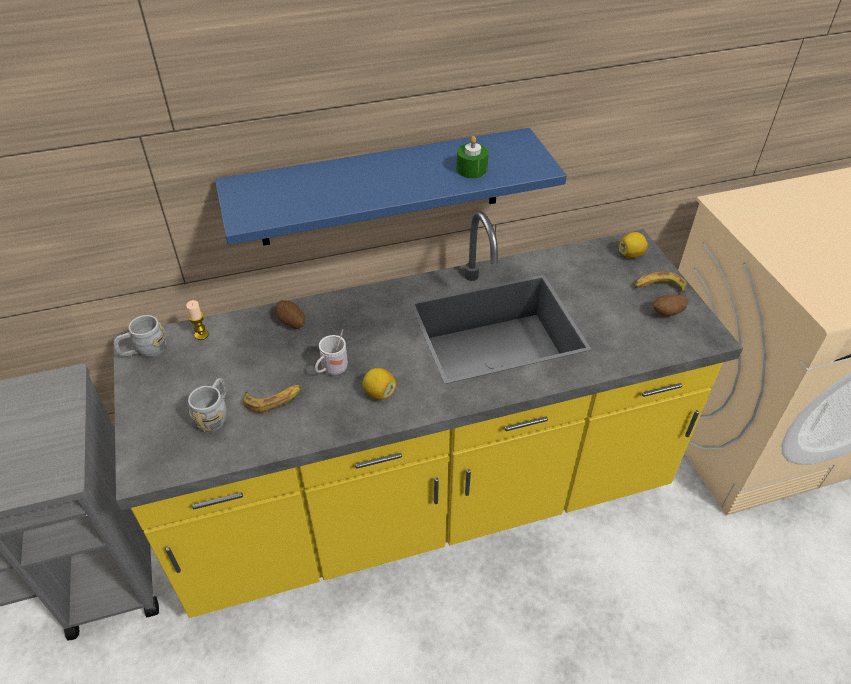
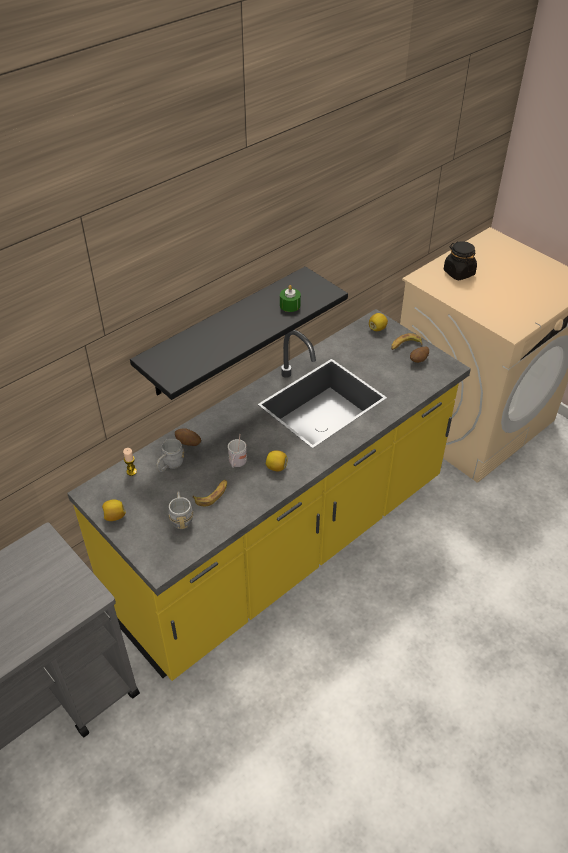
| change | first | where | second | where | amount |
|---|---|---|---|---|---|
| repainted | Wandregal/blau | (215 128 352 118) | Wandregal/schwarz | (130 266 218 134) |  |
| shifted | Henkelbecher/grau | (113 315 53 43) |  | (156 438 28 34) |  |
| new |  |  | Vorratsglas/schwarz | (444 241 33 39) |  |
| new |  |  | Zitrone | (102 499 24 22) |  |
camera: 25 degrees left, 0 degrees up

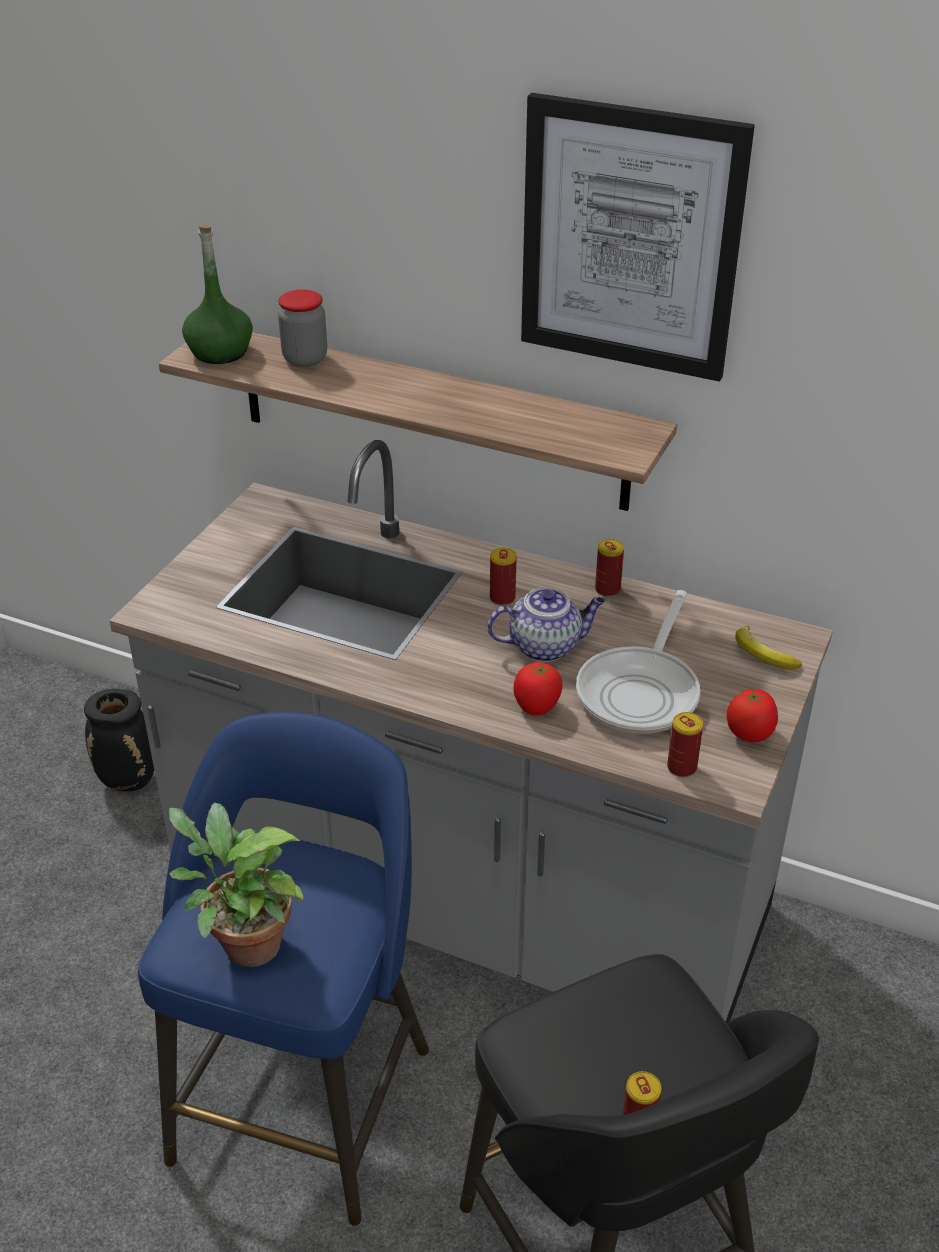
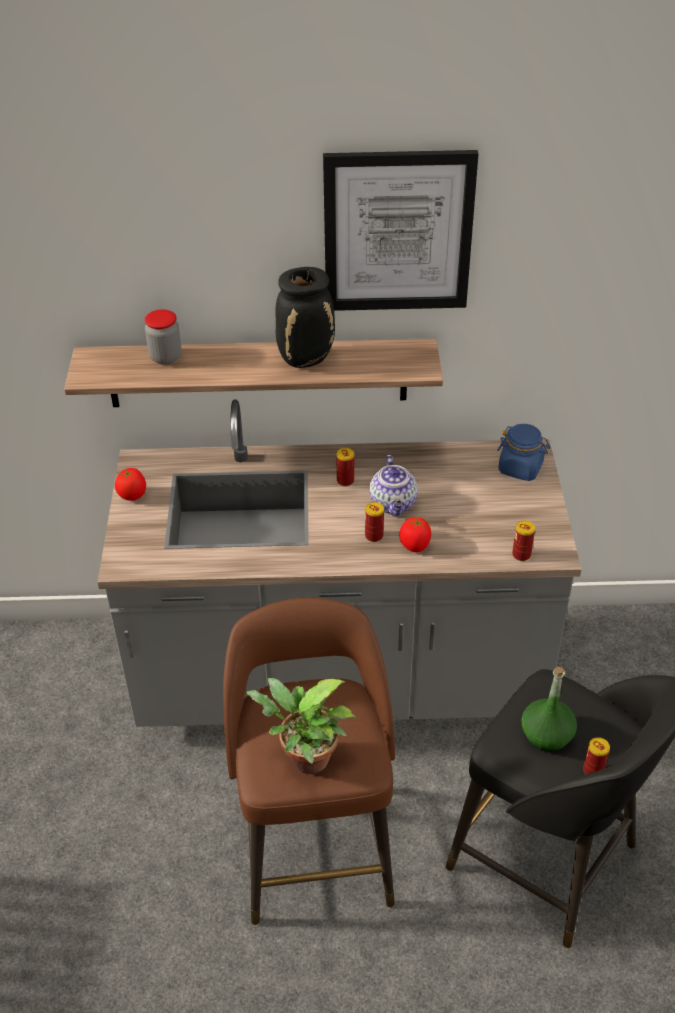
| change | first | where | second | where | amount |
|---|---|---|---|---|---|
| shifted | Flasche/grün | (182 225 71 139) |  | (521 667 56 85) |  |
| shifted | Dose | (595 539 29 58) |  | (365 502 19 40) |  |
| rotated | Teekanne | (487 588 118 74) |  | (369 455 49 62) | 120 degrees clockwise |
| gone | Pfanne | (576 590 124 144) |  |  |  |
| swapped | Banane | (735 625 67 45) | Vorratsglas/blau | (497 424 53 57) |  |
| shifted | Tomate | (727 687 51 55) |  | (115 468 31 33) |  |
| shifted | Vase/schwarz | (84 689 70 103) |  | (275 267 60 101) |  |
| repainted | Hocker/blau | (138 712 291 514) | Hocker/braun | (223 597 172 328) |  |
camera: 25 degrees left, 5 degrees up

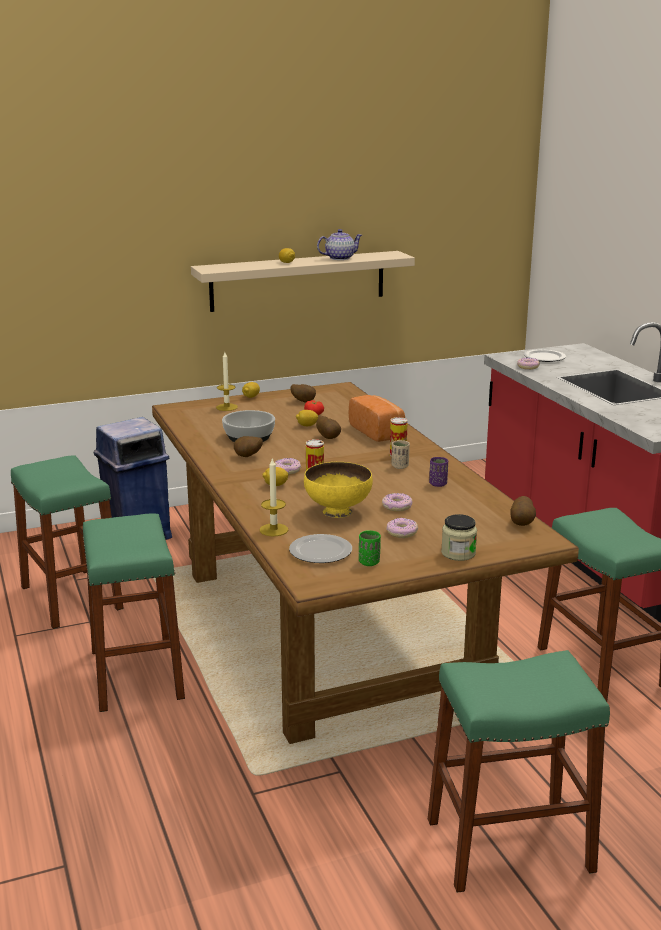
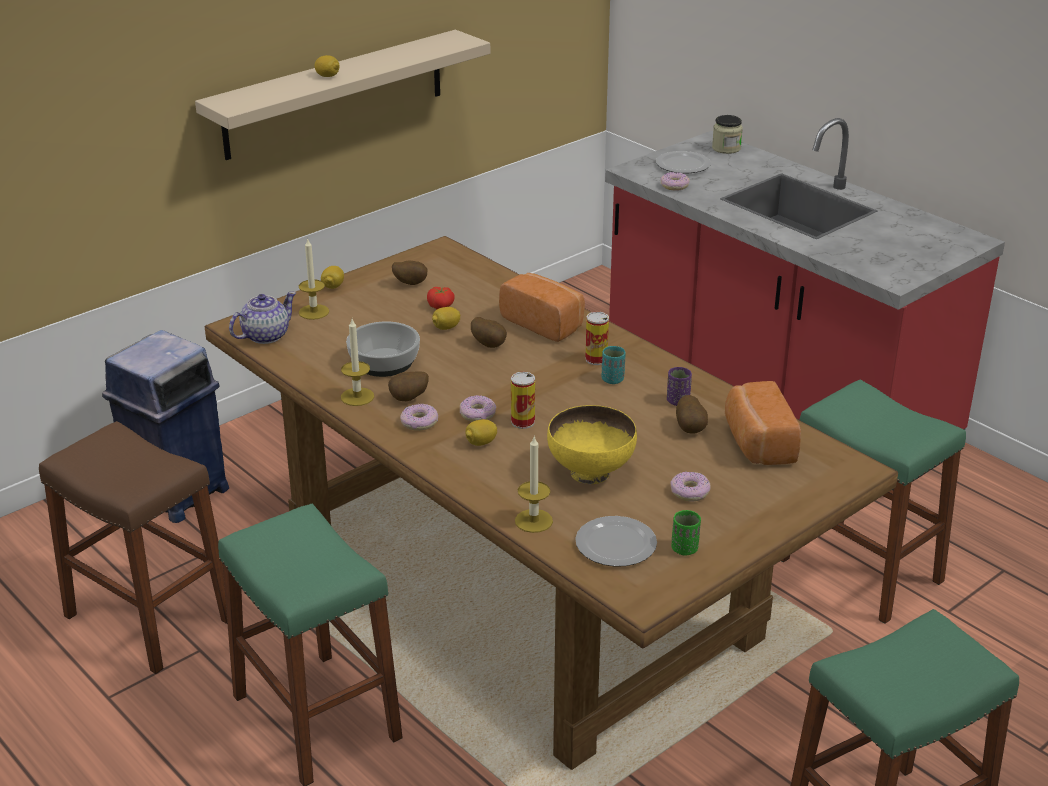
| change | first | where | second | where | amount |
|---|---|---|---|---|---|
| shifted | Teekanne | (317 229 45 31) |  | (229 291 67 53) |  |
| repainted | Tasse/beige | (391 440 19 29) | Tasse/türkis | (602 346 24 38) |  |
| repainted | Hocker/grün | (11 456 112 173) | Hocker/braun | (39 421 188 253) |  |
| shifted | Donut | (382 493 31 18) |  | (400 404 38 27) |  |
| shifted | Kartoffel | (510 496 26 30) |  | (676 395 32 39) |  |
| shifted | Vorratsglas | (441 514 36 47) |  | (712 115 31 39) |  |
| new |  |  | Kerze | (341 319 33 87) |  |
| new |  |  | Brot | (725 381 76 84) |  |
camera: 20 degrees left, 10 degrees up

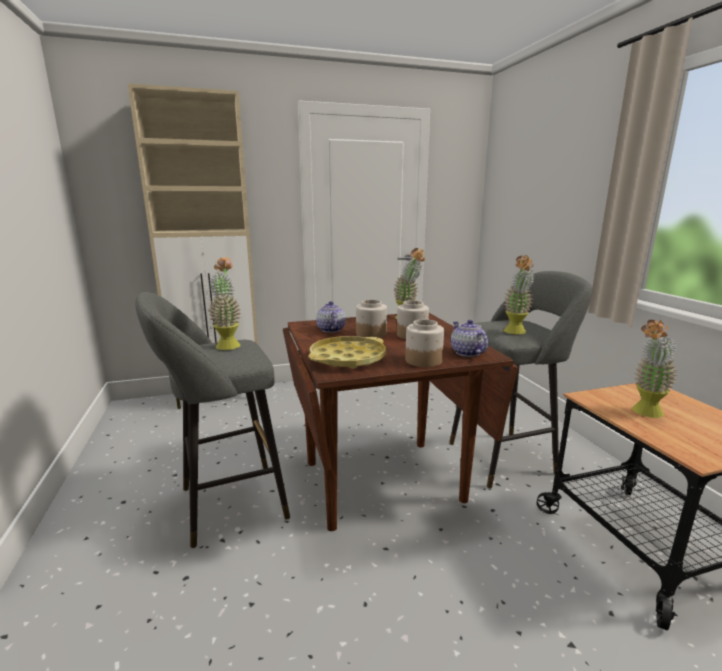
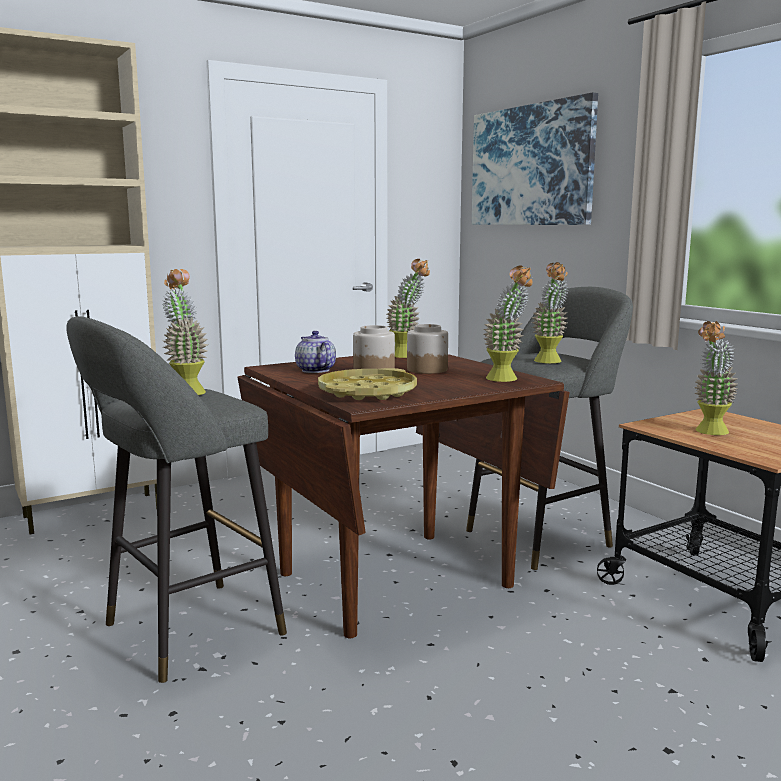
| change | first | where | second | where | amount |
|---|---|---|---|---|---|
| gone | Vorratsglas | (405 319 39 48) |  |  |  |
| swapped | Teekanne | (451 320 37 37) | Topfpflanze | (484 265 49 117) |  |
| new |  |  | Bild | (472 92 126 133) |  |
camera: 15 degrees left, 5 degrees down

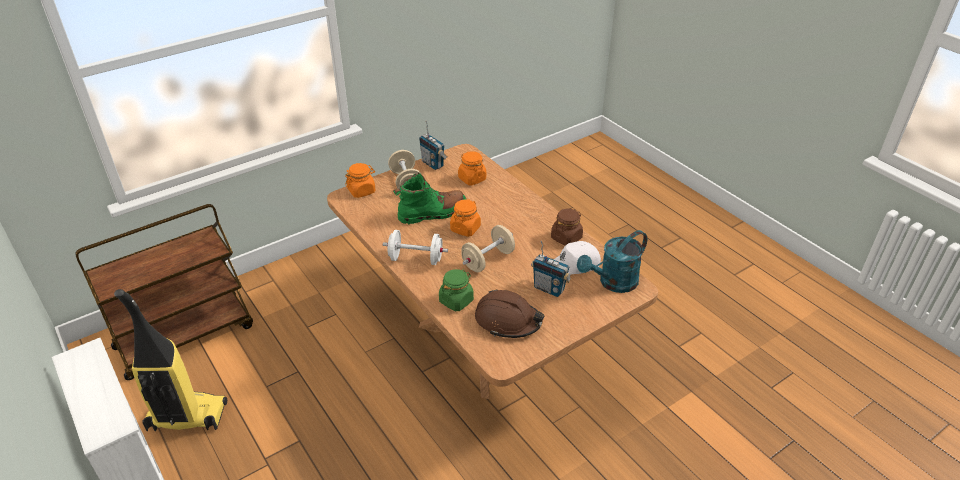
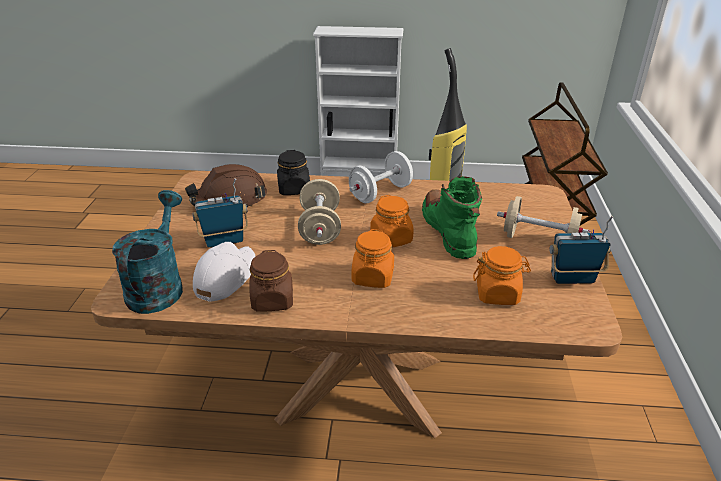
| change | first | where | second | where | amount |
|---|---|---|---|---|---|
| shifted | Vorratsglas/orange | (345 163 30 35) |  | (351 229 43 59) |  |
| rotated | Stiefel/grün | (393 173 73 52) |  | (422 176 60 83) | 150 degrees clockwise |
| repainted | Vorratsglas/grün | (439 269 35 42) | Vorratsglas/schwarz | (277 150 33 45) |  |
camera: 130 degrees right, 5 degrees down

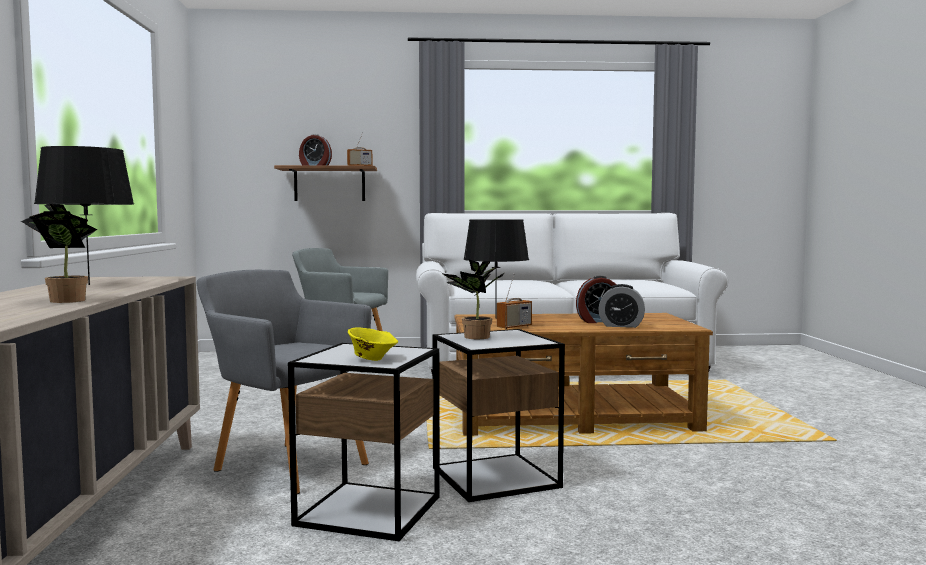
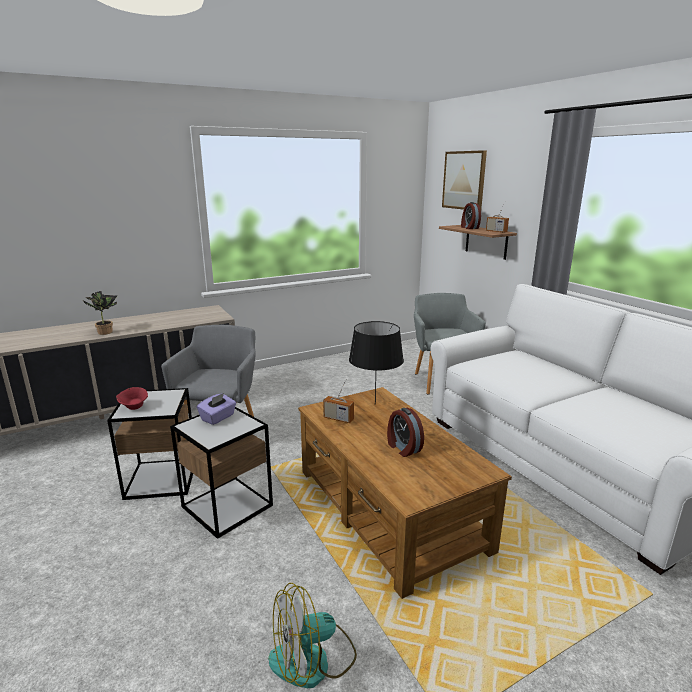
| change | first | where | second | where | amount |
|---|---|---|---|---|---|
| gone | Tischlampe/schwarz | (34 146 100 139) |  |  |  |
| swapped | Topfpflanze | (441 259 63 80) | Taschentuchbox/lila | (197 393 39 32) |  |
| gone | Wecker | (598 284 47 44) |  |  |  |
| repainted | Schüssel/gelb | (348 328 50 33) | Schüssel/rot | (116 387 32 23) |  |
| new |  |  | Bild | (442 150 45 60) |  |
| new |  |  | Ventilator | (268 583 89 105) |  |
camera: 65 degrees right, 15 degrees up

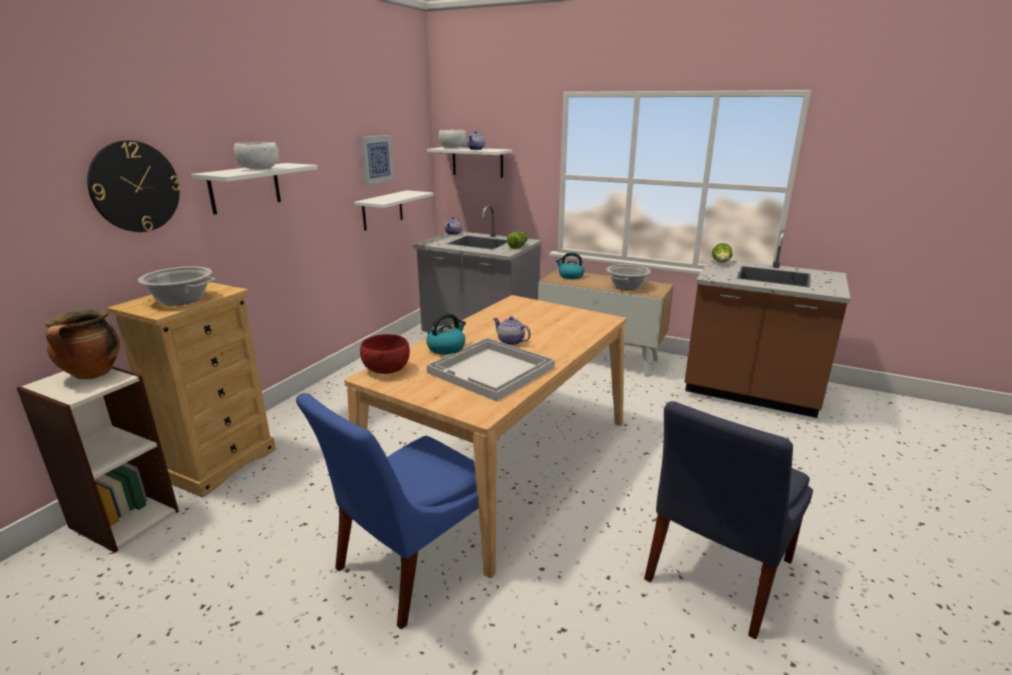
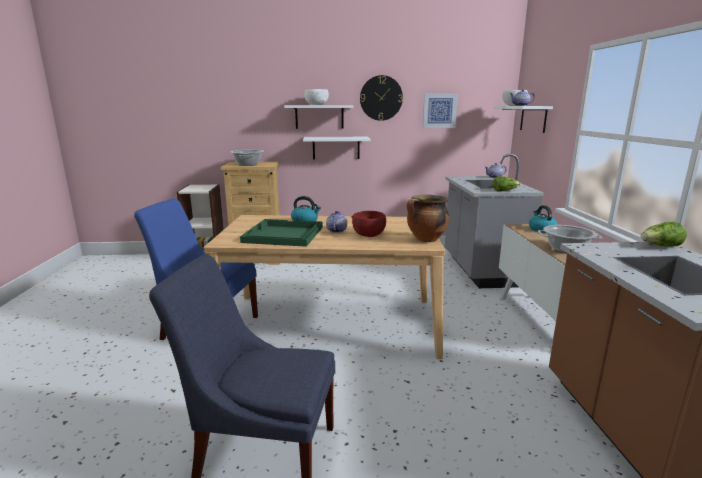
| change | first | where | second | where | amount |
|---|---|---|---|---|---|
| shifted | Wanduhr | (87 140 94 92) |  | (360 75 43 46) |  |
| shifted | Wandregal/weiß | (354 190 80 41) |  | (303 137 68 22) |  |
| shifted | Kochtopf | (45 309 75 70) |  | (407 195 42 47) |  |
| shifted | Schüssel/rot | (360 334 50 40) |  | (351 211 35 26) |  |
| repainted | Tablett/weiß | (427 338 128 63) | Tablett/grün | (240 219 83 28) |  |
camera: 60 degrees right, 5 degrees down

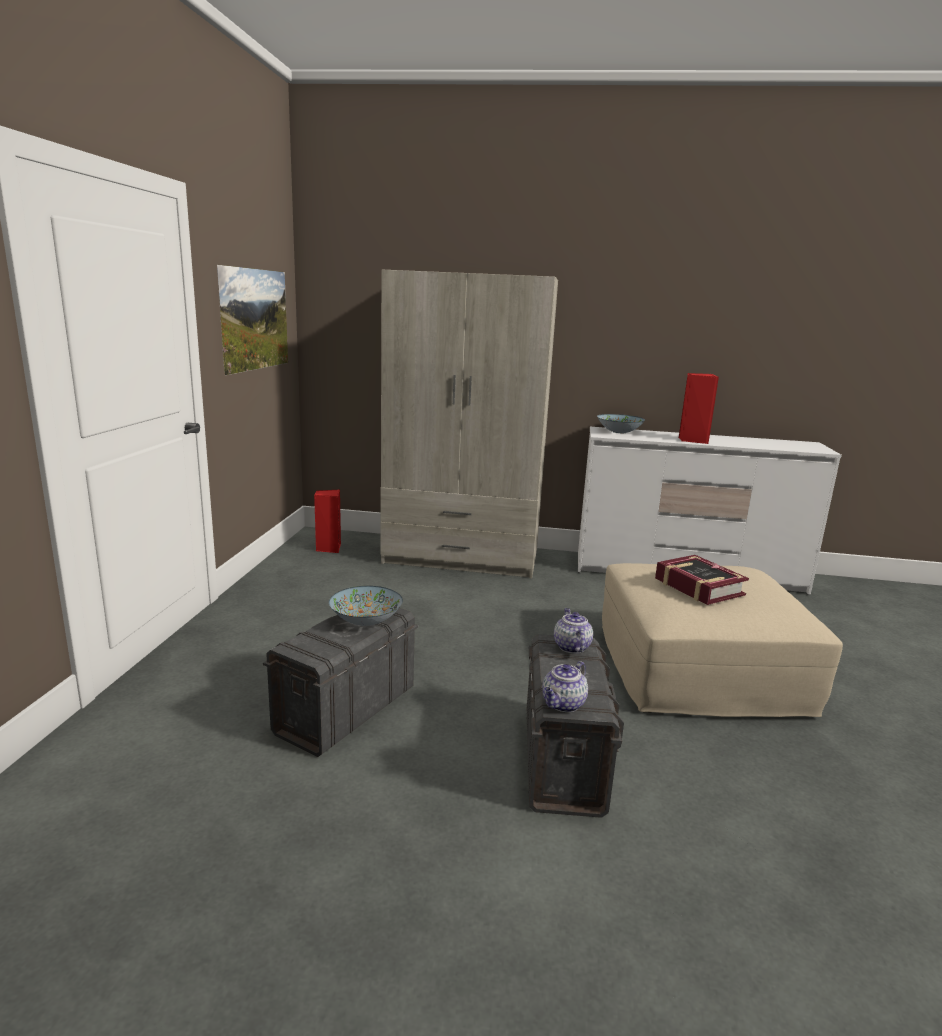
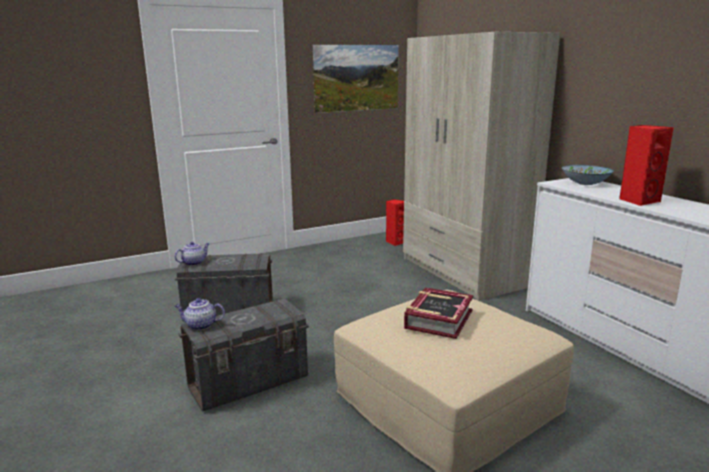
| change | first | where | second | where | amount |
|---|---|---|---|---|---|
| gone | Schüssel | (329 586 74 40) |  |  |  |
| shifted | Teekanne | (554 608 39 45) |  | (174 242 36 24) |  |
camera: 55 degrees right, 0 degrees up

